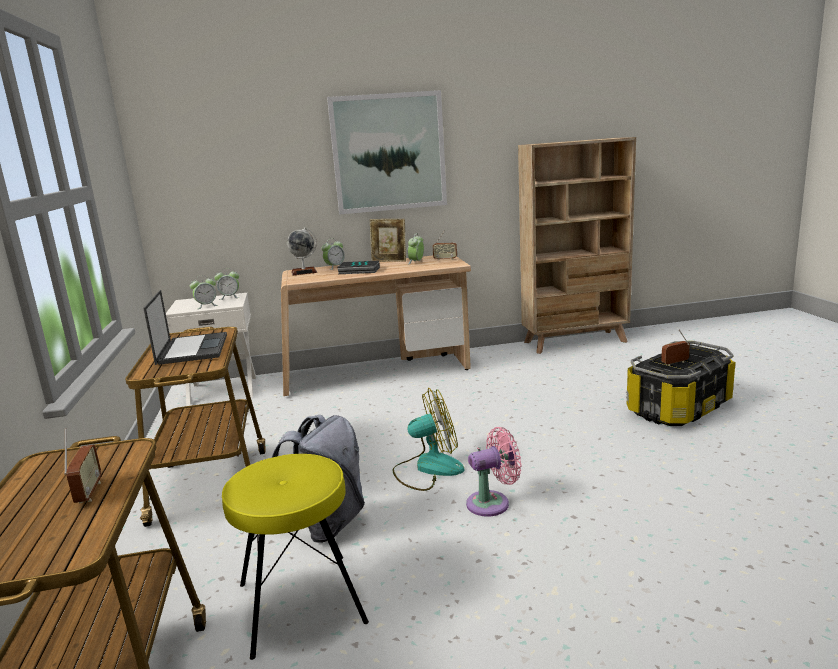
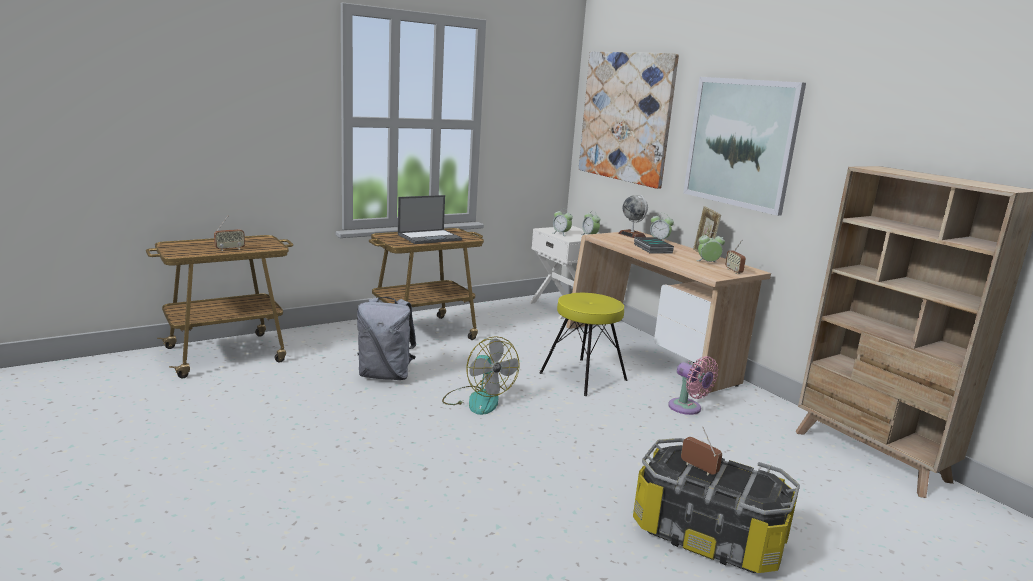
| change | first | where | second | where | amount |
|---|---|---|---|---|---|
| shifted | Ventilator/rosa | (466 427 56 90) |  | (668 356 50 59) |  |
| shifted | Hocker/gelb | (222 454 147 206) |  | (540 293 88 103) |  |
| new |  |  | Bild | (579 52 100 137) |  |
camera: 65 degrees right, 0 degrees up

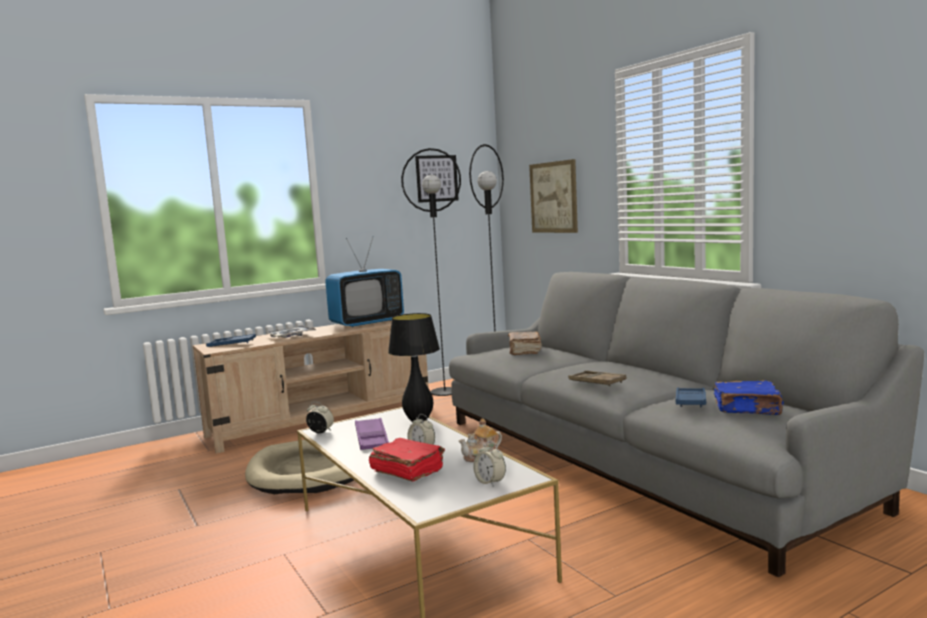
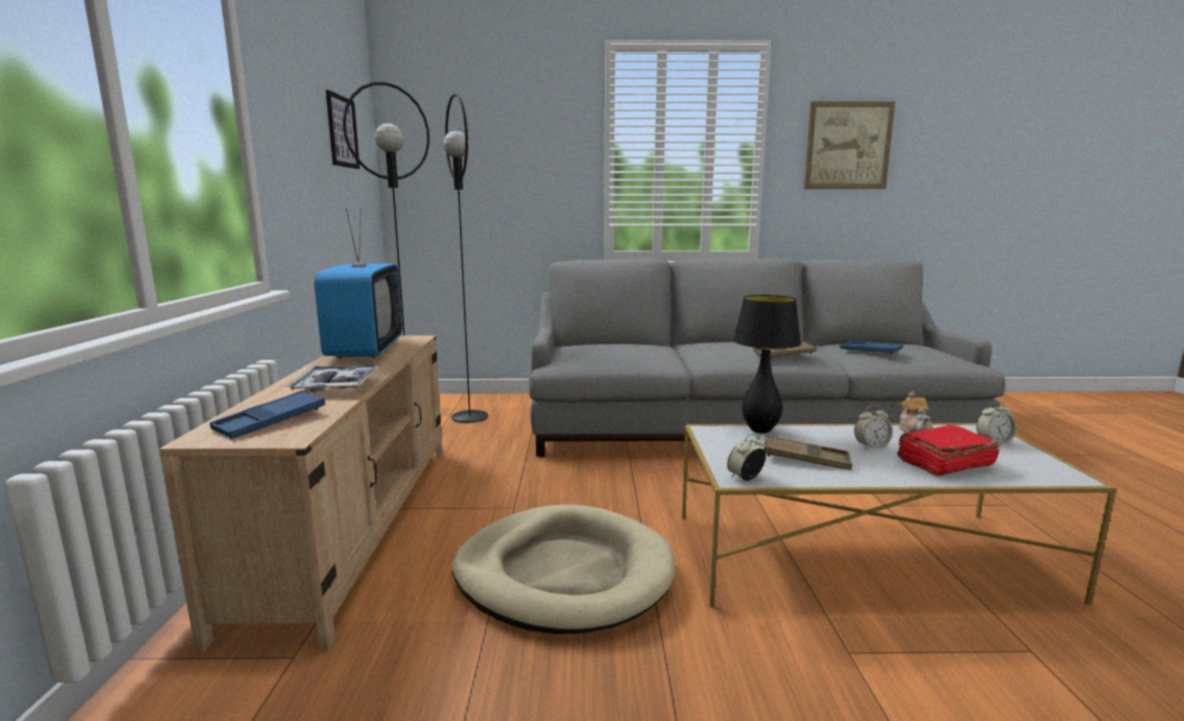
| change | first | where | second | where | amount |
|---|---|---|---|---|---|
| shifted | Bild | (529 159 49 74) |  | (804 101 91 88) |  |
| gone | Buch/braun | (508 332 34 23) |  |  |  |
| gone | Buch/blau | (714 380 70 35) |  |  |  |
| repainted | Tablett/lila | (355 418 34 32) | Tablett/braun | (764 435 88 35) |  |
camera: 60 degrees left, 5 degrees up

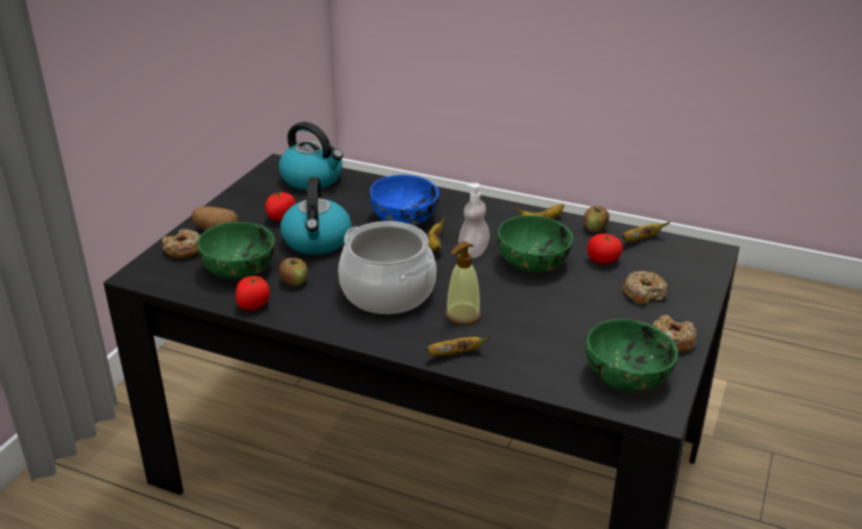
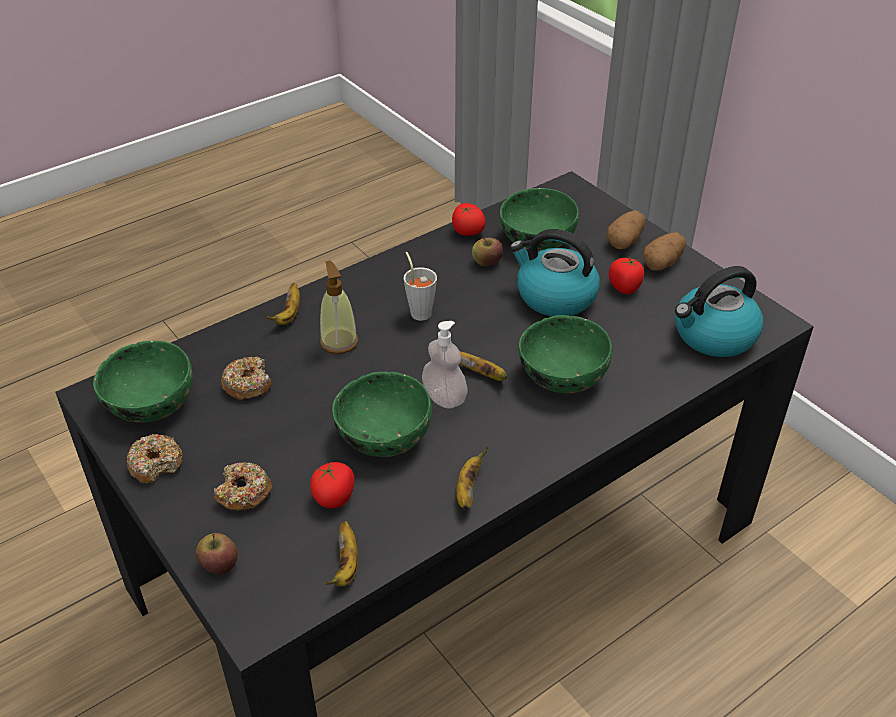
| change | first | where | second | where | amount |
|---|---|---|---|---|---|
| repainted | Schüssel/blau | (370 175 69 50) | Schüssel/grün | (519 315 93 78) |  |
| shifted | Apfel | (584 206 25 26) |  | (196 533 42 42) |  |
| swapped | Kochtopf | (338 221 98 93) | Tasse/grau | (404 252 33 69) |  |
| shifted | Donut | (162 229 38 30) |  | (221 357 50 43) |  |
| new |  |  | Kartoffel | (643 232 43 39) |  |
camera: 120 degrees right, 10 degrees up

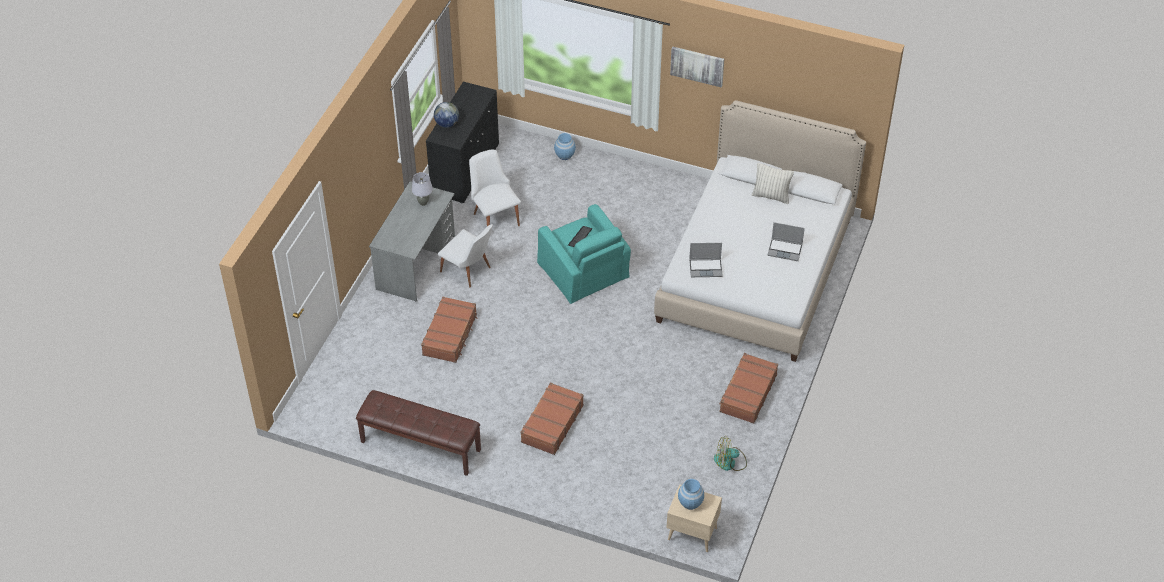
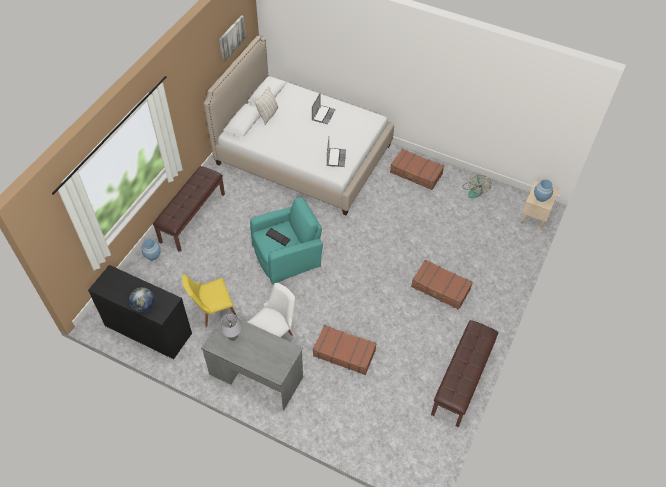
| change | first | where | second | where | amount |
|---|---|---|---|---|---|
| shifted | Bild | (670 47 54 40) |  | (219 15 27 47) |  |
| repainted | Stuhl/weiß | (469 149 52 77) | Stuhl/gelb | (182 274 55 53) |  |
| new |  |  | Bank/braun | (153 166 72 86) |  |
camera: 85 degrees left, 5 degrees up

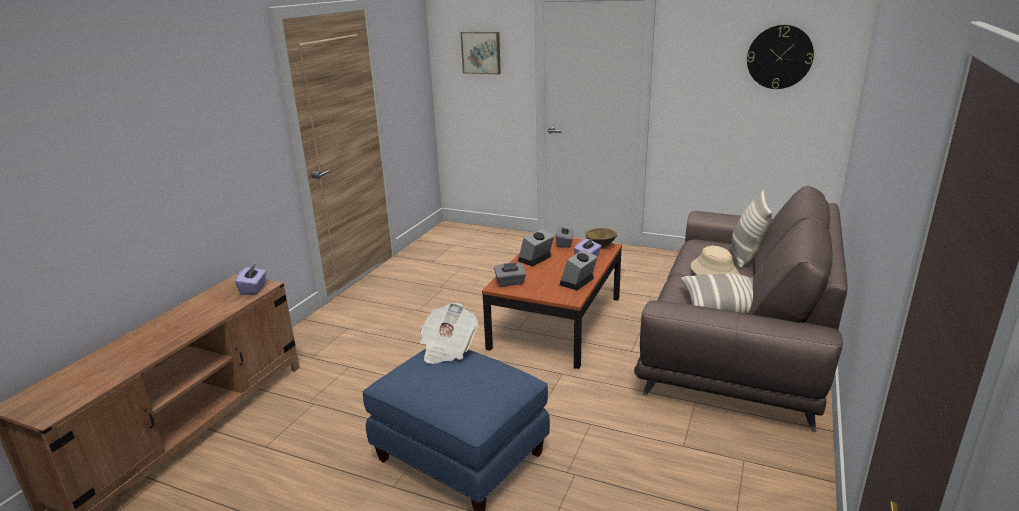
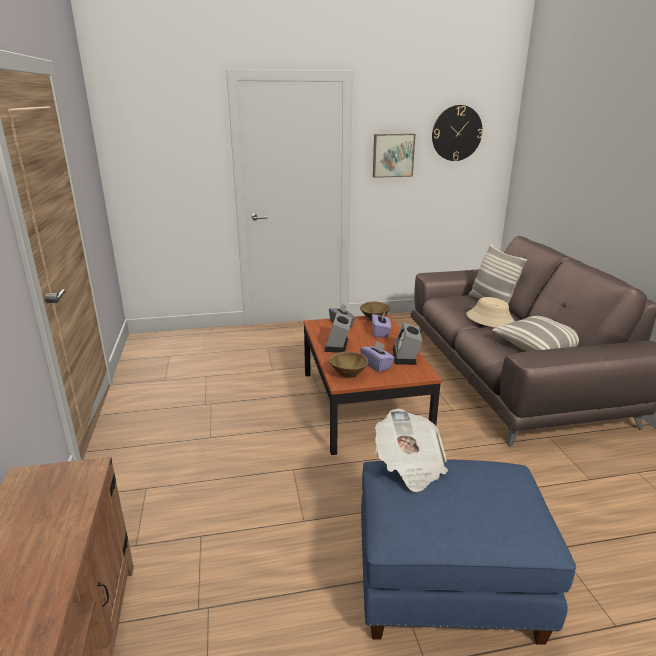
| change | first | where | second | where | amount |
|---|---|---|---|---|---|
| shifted | Bild | (460 32 41 42) |  | (373 134 42 44) |  |
| swapped | Taschentuchbox/grau | (494 263 32 23) | Schüssel/braun | (329 352 39 26) |  |
| shifted | Taschentuchbox/lila | (235 264 31 31) |  | (360 341 35 31) |  |
camera: 35 degrees left, 0 degrees up

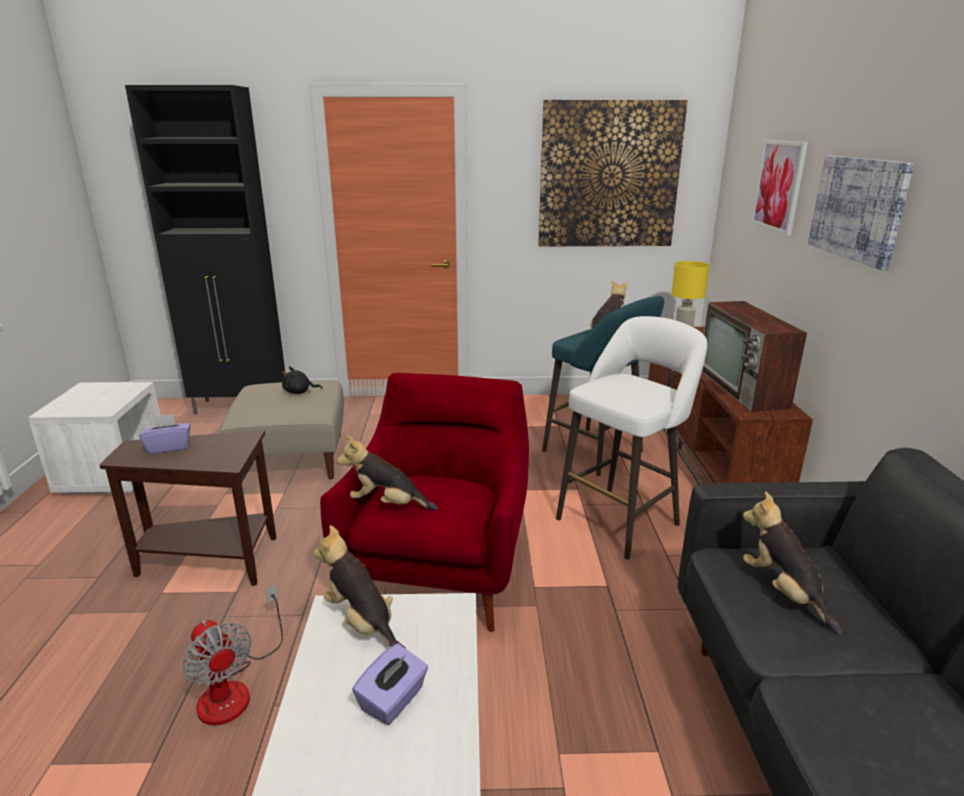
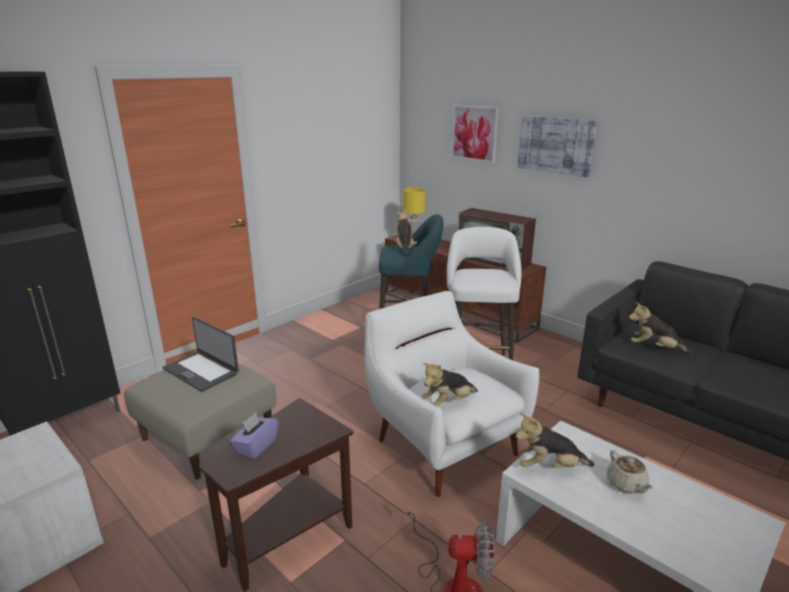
| change | first | where | second | where | amount |
|---|---|---|---|---|---|
| gone | Bild | (538 100 150 146) |  |  |  |
| swapped | Plüschtier/schwarz | (282 367 41 27) | Laptop | (163 317 76 75) |  |
| repainted | Sessel/rot | (320 373 209 259) | Sessel/weiß | (364 291 176 206) |  |
| swapped | Taschentuchbox/lila | (352 643 76 82) | Teekanne/beige | (607 450 46 44) |  |
camera: 45 degrees left, 0 degrees up

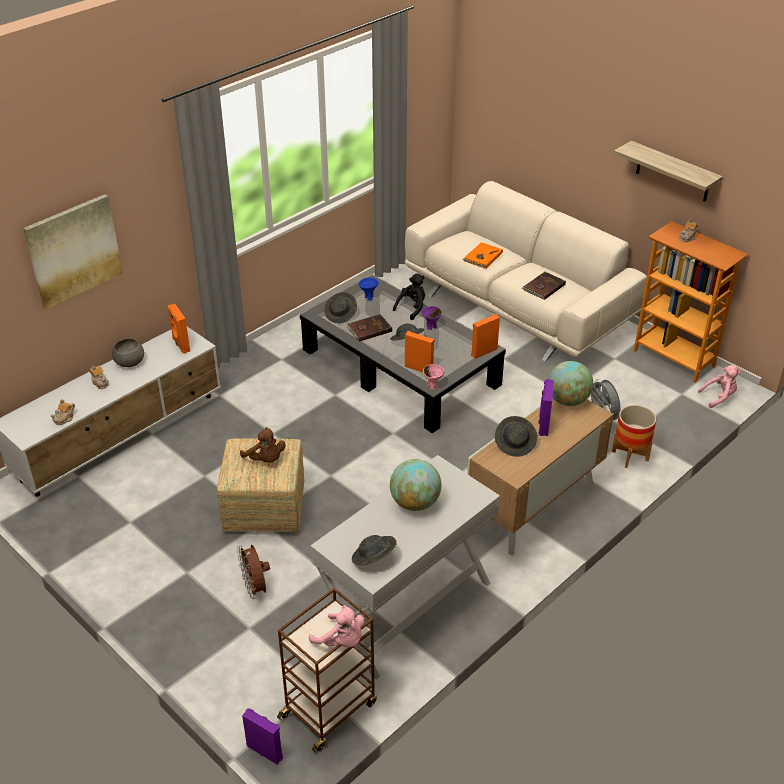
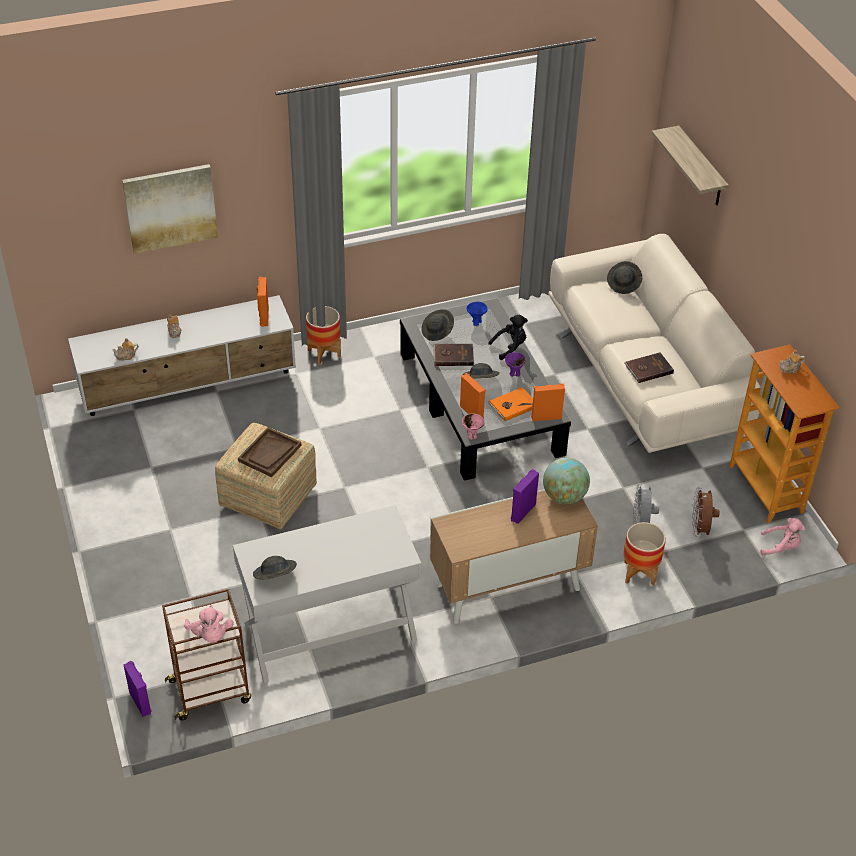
| change | first | where | second | where | amount |
|---|---|---|---|---|---|
| shifted | Wandregal | (614 141 109 61) |  | (651 126 78 79) |  |
| shifted | Buch/orange | (462 242 41 27) |  | (488 387 45 34) |  |
| gone | Schüssel/grau | (112 338 32 29) |  |  |  |
| shifted | Hut/grau | (495 416 43 41) |  | (607 261 35 33) |  |
| swapped | Plüschtier/braun | (240 427 45 36) | Tablett/braun | (238 427 63 50) |  |
| gone | Globus | (390 459 51 52) |  |  |  |
| shifted | Ventilator/braun | (237 545 33 54) |  | (692 488 28 49) |  |
| new |  |  | Pflanzkübel | (306 306 35 59) |  |
camera: 25 degrees right, 5 degrees up

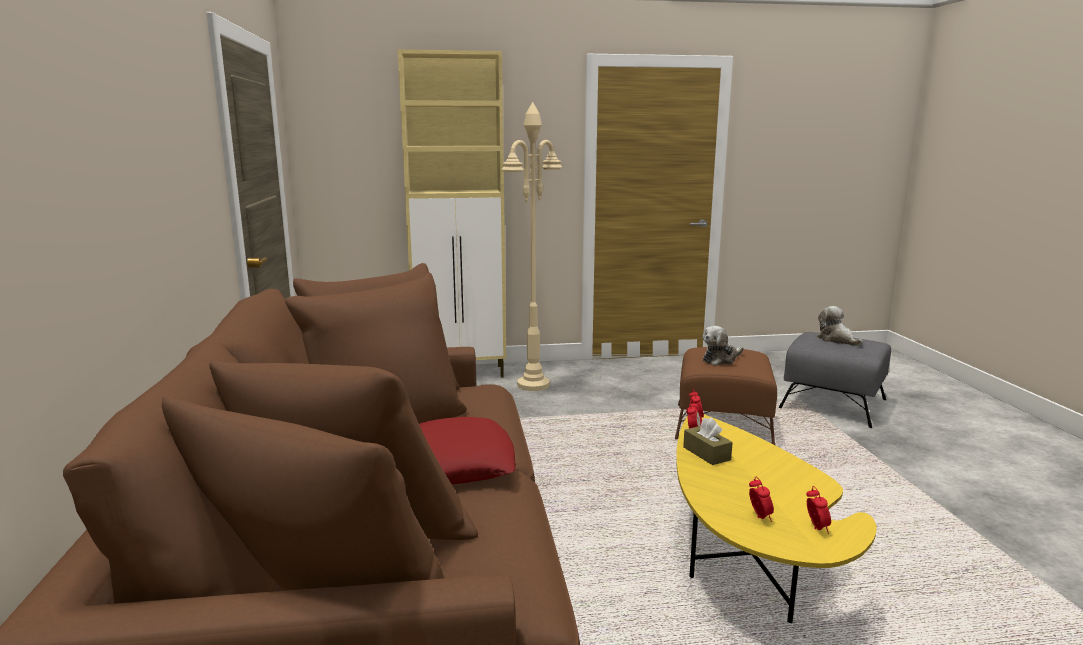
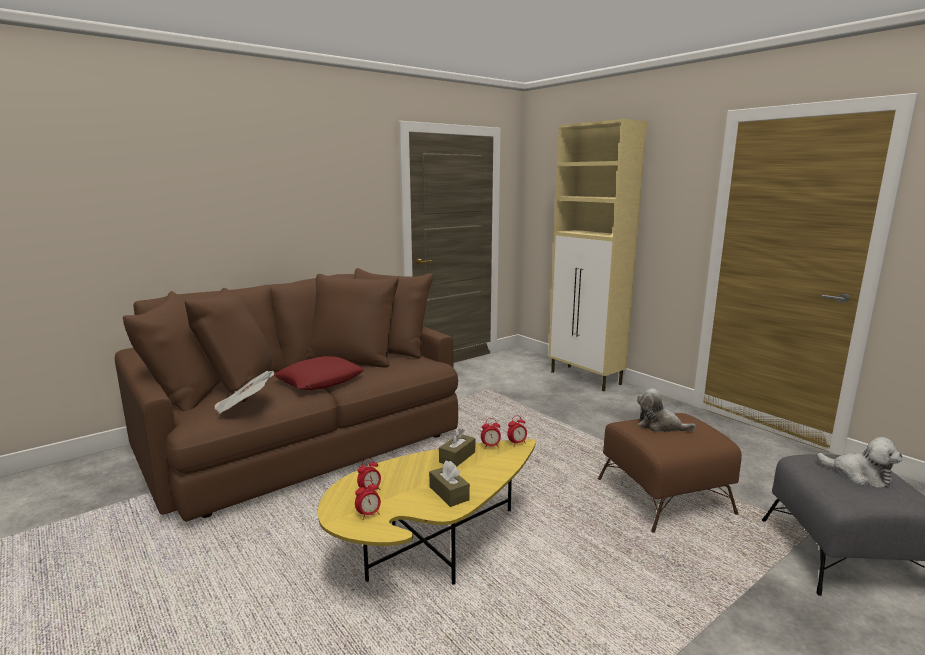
| change | first | where | second | where | amount |
|---|---|---|---|---|---|
| gone | Stehlampe/beige | (501 102 61 289) |  |  |  |
| rotated | Plüschtier | (817 306 46 40) |  | (817 437 85 51) | 105 degrees clockwise |
| new |  |  | Zeitung | (214 371 60 43) |  |
| new |  |  | Taschentuchbox/braun | (429 461 41 46) |  |
camera: 60 degrees right, 0 degrees up

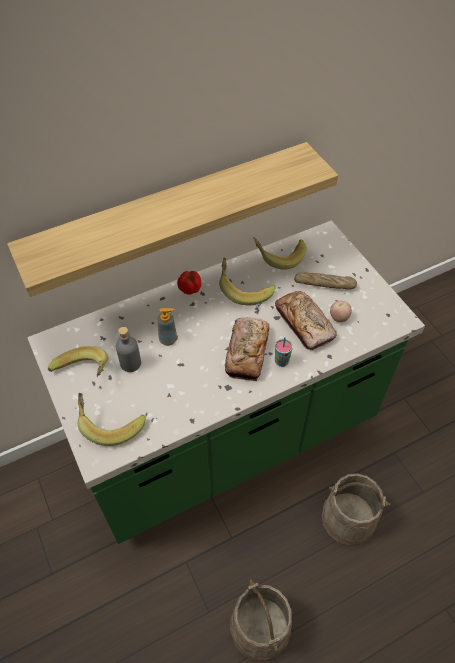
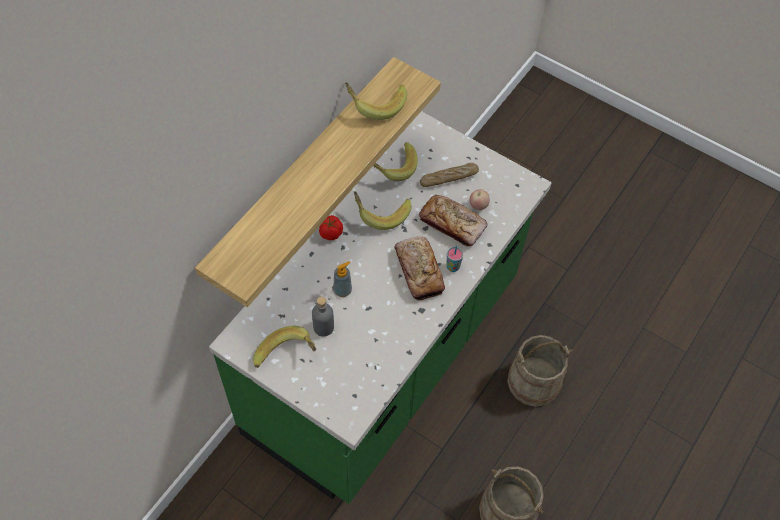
| change | first | where | second | where | amount |
|---|---|---|---|---|---|
| shifted | Banane | (78 393 68 53) |  | (345 82 62 38) |  |
camera: 30 degrees left, 5 degrees up

